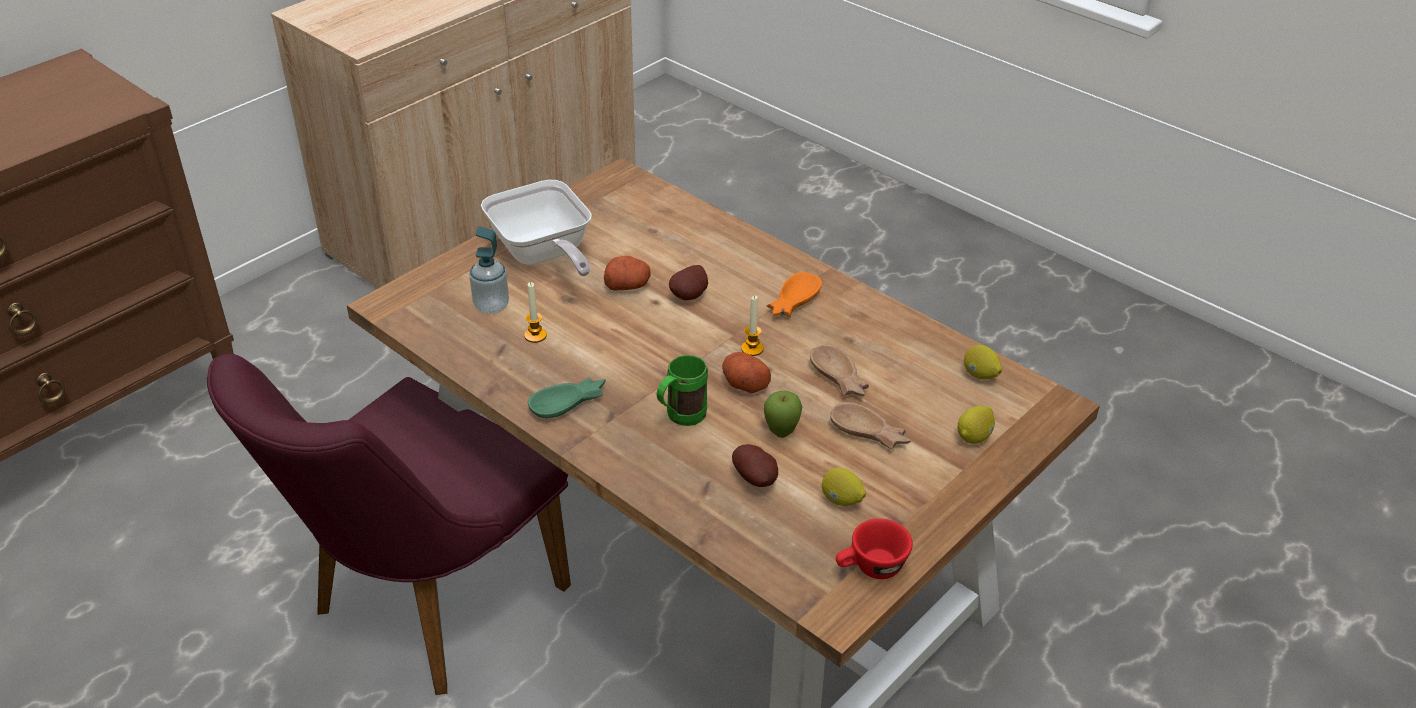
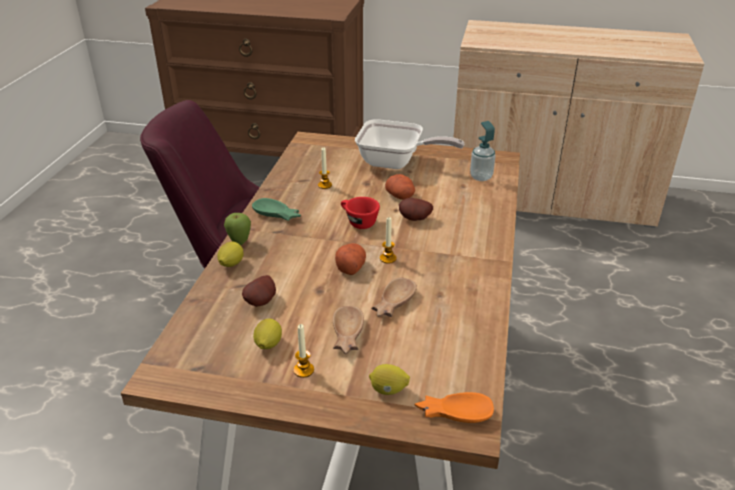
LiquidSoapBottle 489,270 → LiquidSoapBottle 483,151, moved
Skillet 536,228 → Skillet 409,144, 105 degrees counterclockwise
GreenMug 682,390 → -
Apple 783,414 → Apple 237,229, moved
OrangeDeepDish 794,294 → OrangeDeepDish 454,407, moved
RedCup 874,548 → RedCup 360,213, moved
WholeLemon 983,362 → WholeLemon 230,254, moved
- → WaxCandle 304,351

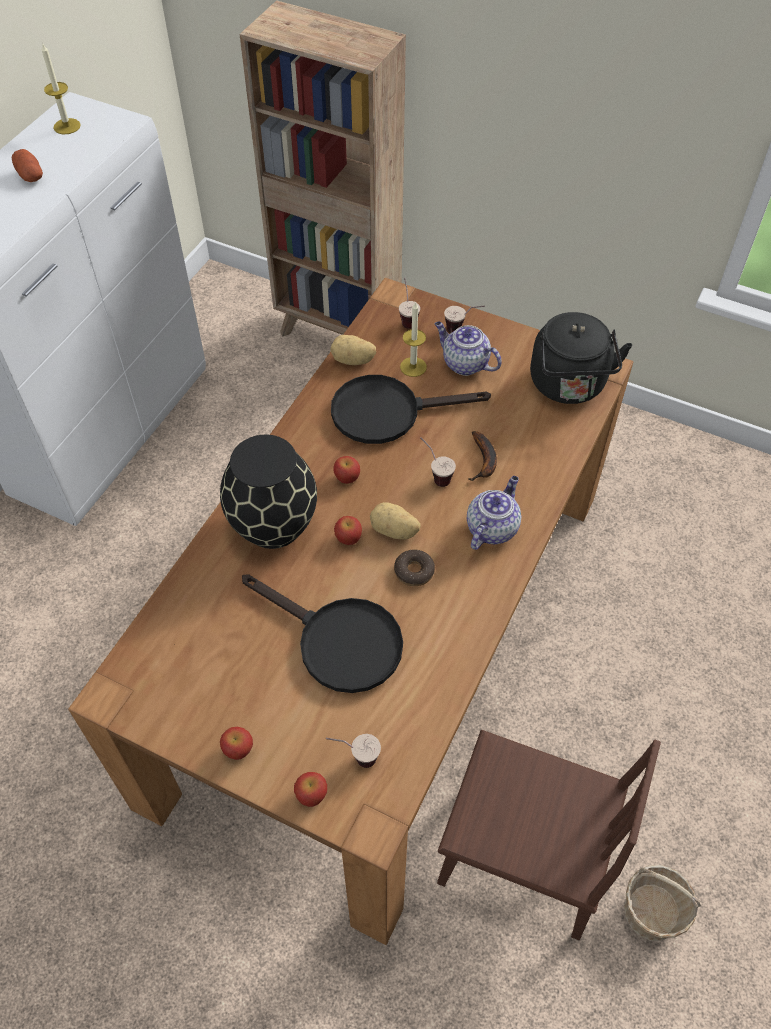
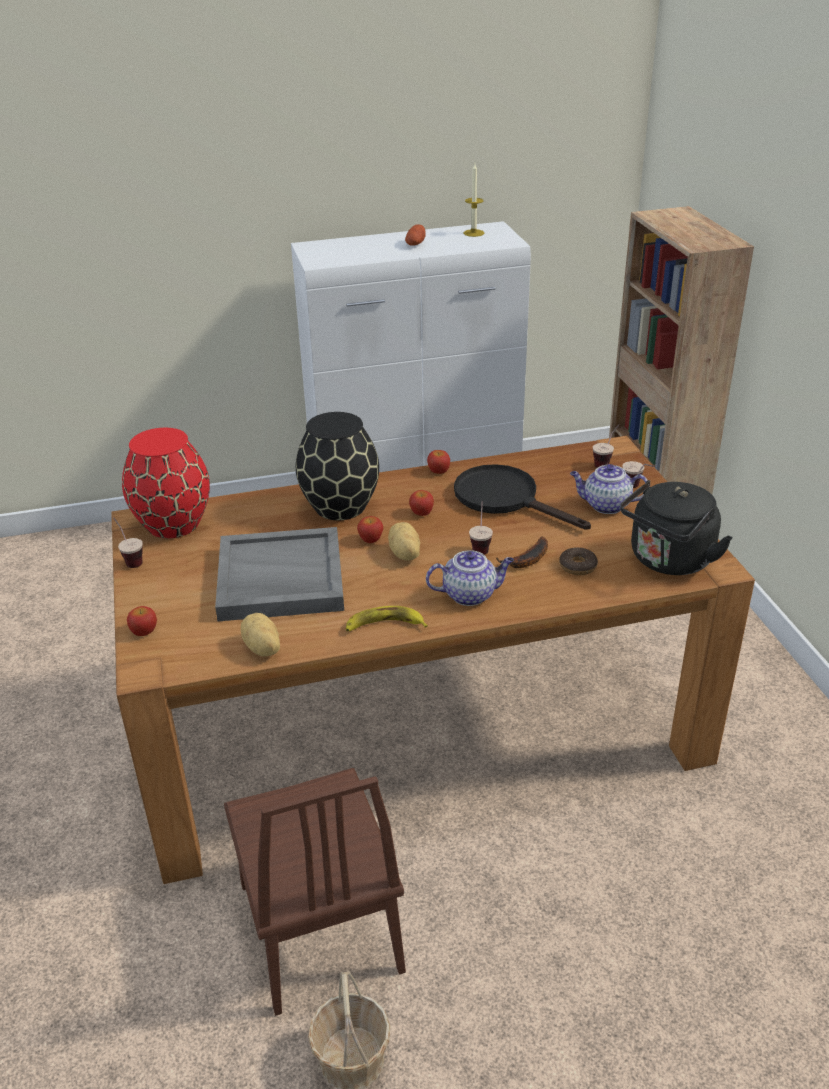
Apple 236,743 → Apple 438,462, moved
BlackSkillet 322,633 → GreyishCarryingTray 279,574
Cup 353,751 → Cup 128,543, moved
Spud 353,350 → Spud 260,635, moved
RingDoughnut 414,568 → RingDoughnut 578,561, moved
WaxCandle 413,339 → -
PotForTea 468,349 → PotForTea 610,489, 75 degrees counterclockwise
- → RedDecorativeVase 166,483
- → Banana 387,618

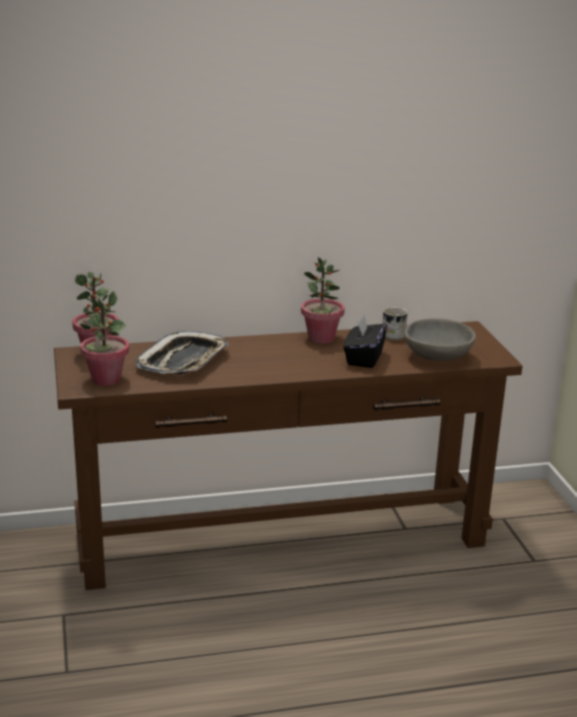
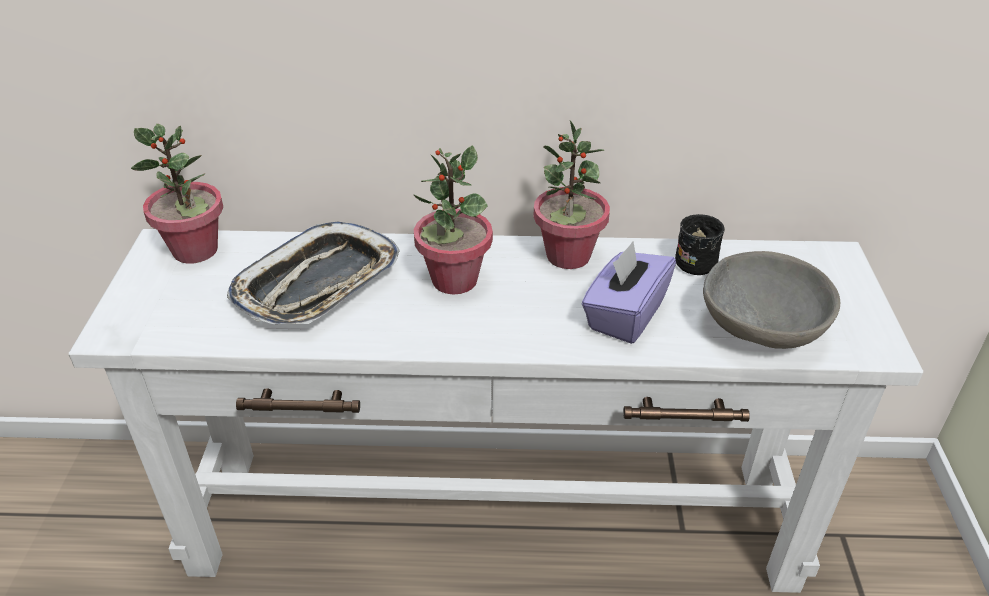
BrownColouredNarrowTable 288,455 → WhiteColouredNarrowTable 496,411
PottedPlant 104,338 → PottedPlant 453,220, moved
BlackBoxOfTissues 365,341 → PurpleColouredBoxOfTissues 629,292
WhiteColouredMug 395,323 → BlackMug 700,244

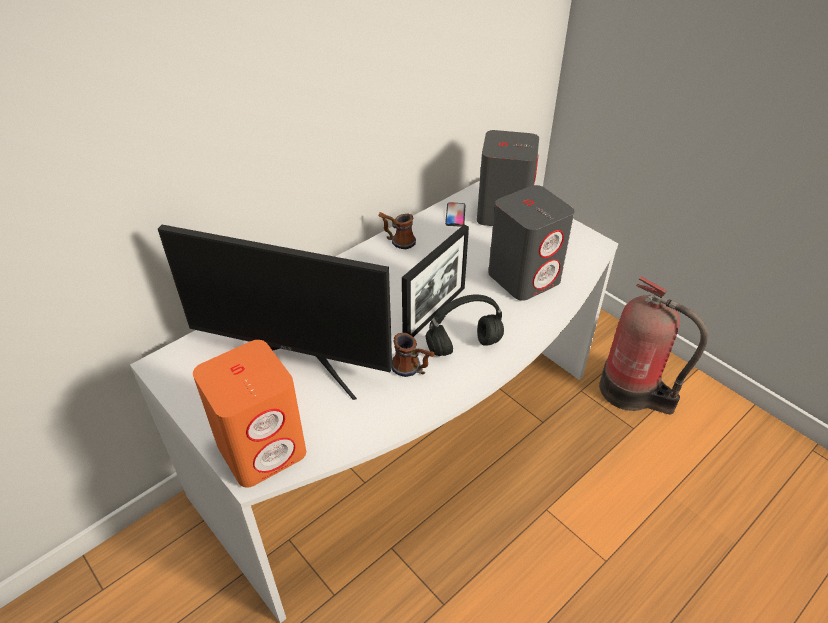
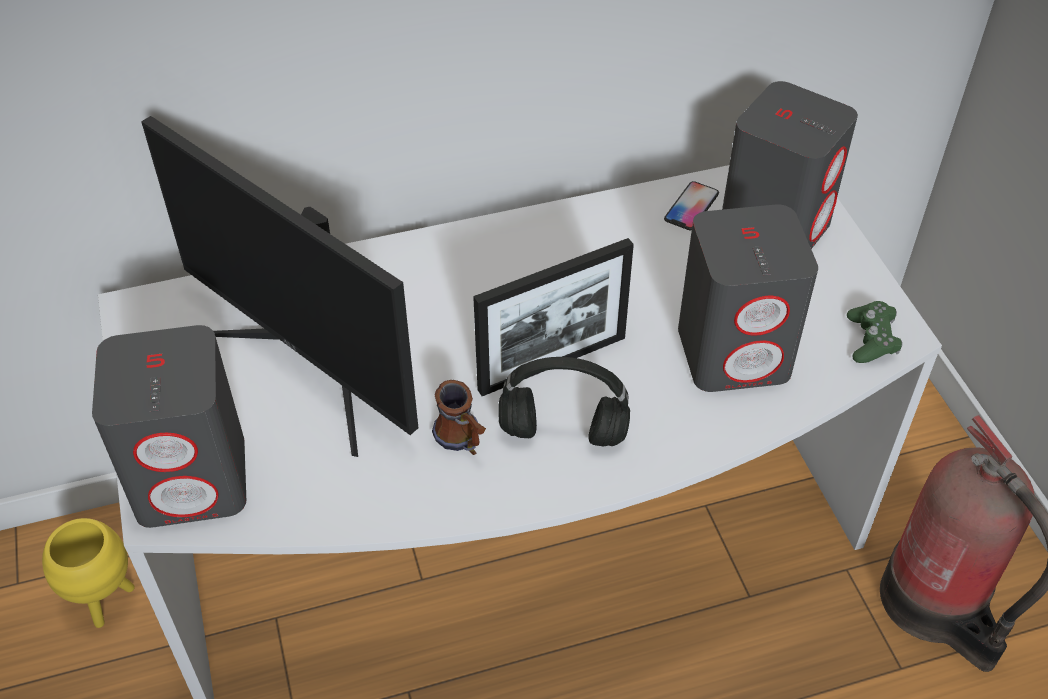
OrangeLoudspeaker 249,414 → GreyishLoudspeaker 169,426
Mug 397,230 → -
- → YellowColouredPlantPot 88,573
- → GreenGameController 874,332

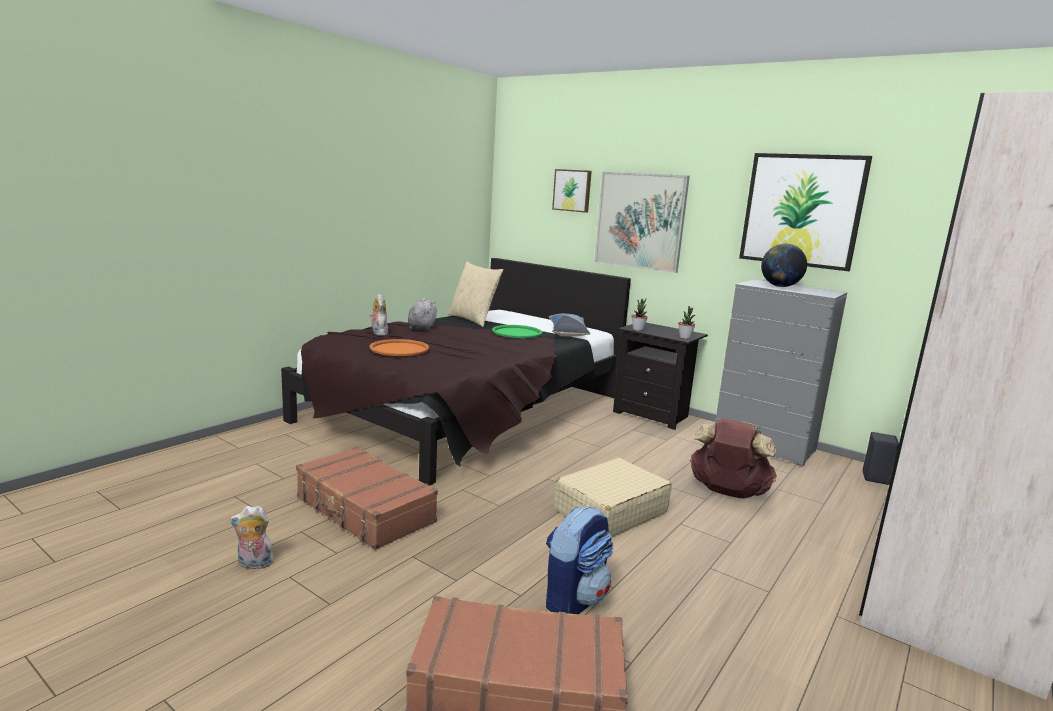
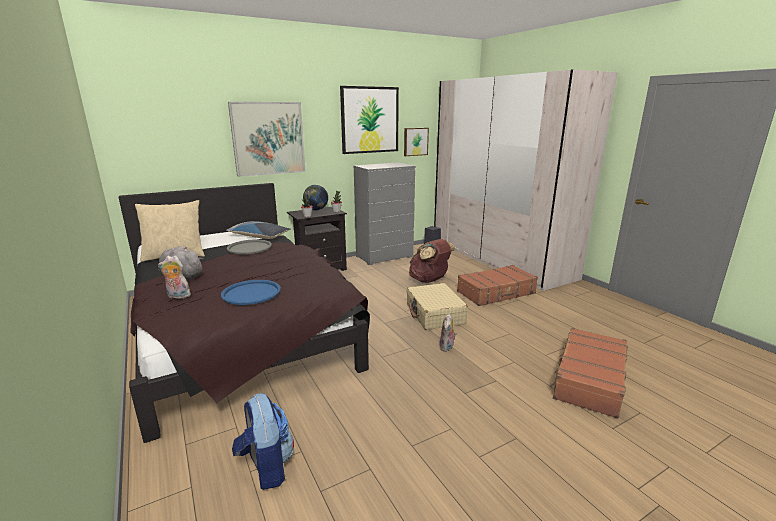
SoftToy 252,537 → SoftToy 448,333, moved
BrownColouredTravelCase 367,498 → BrownColouredTravelCase 497,285, moved
OrangeCarryingTray 399,347 → BlueCarryingTray 251,292
GreenCarryingTray 517,331 → GreyishCarryingTray 249,246
Knapsack 579,560 → Knapsack 263,441, moved
WallArt 572,191 → WallArt 416,142, moved
WorldGlobe 784,265 → WorldGlobe 315,197, moved

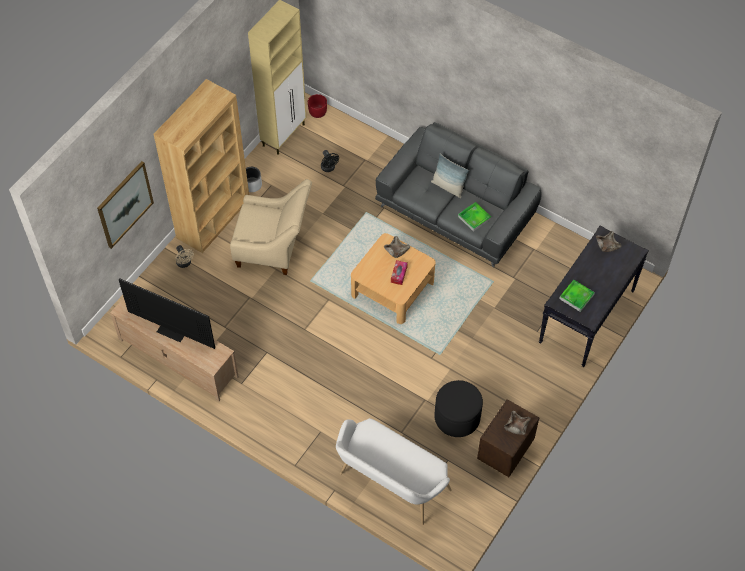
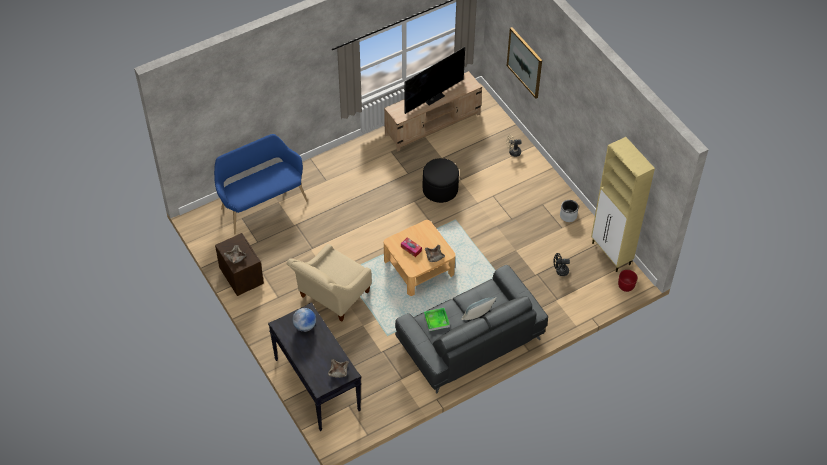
BrownColouredShelvingUnit 201,166 → -
SandColouredEasyChair 271,227 → SandColouredEasyChair 329,283, moved
WhiteColouredLongSeat 394,471 → BlueLongSeat 261,184
BlackOttoman 458,408 → BlackOttoman 441,180, moved
CarryingTray 577,296 → WorldGlobe 304,320

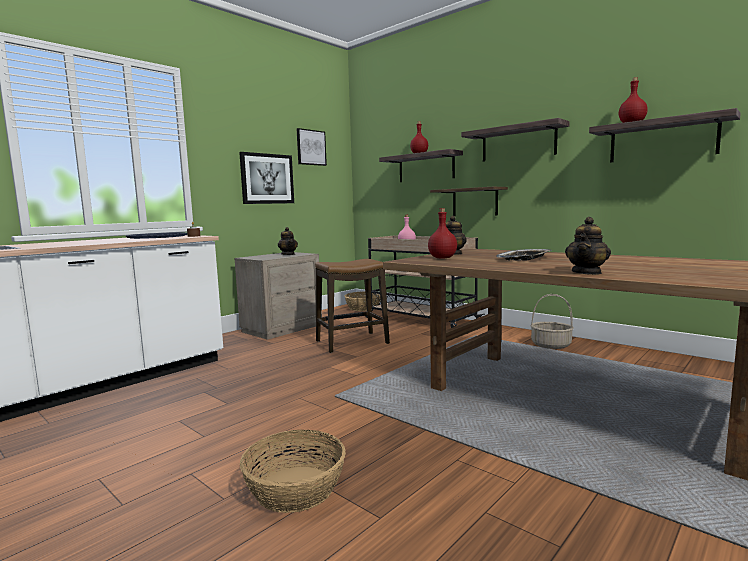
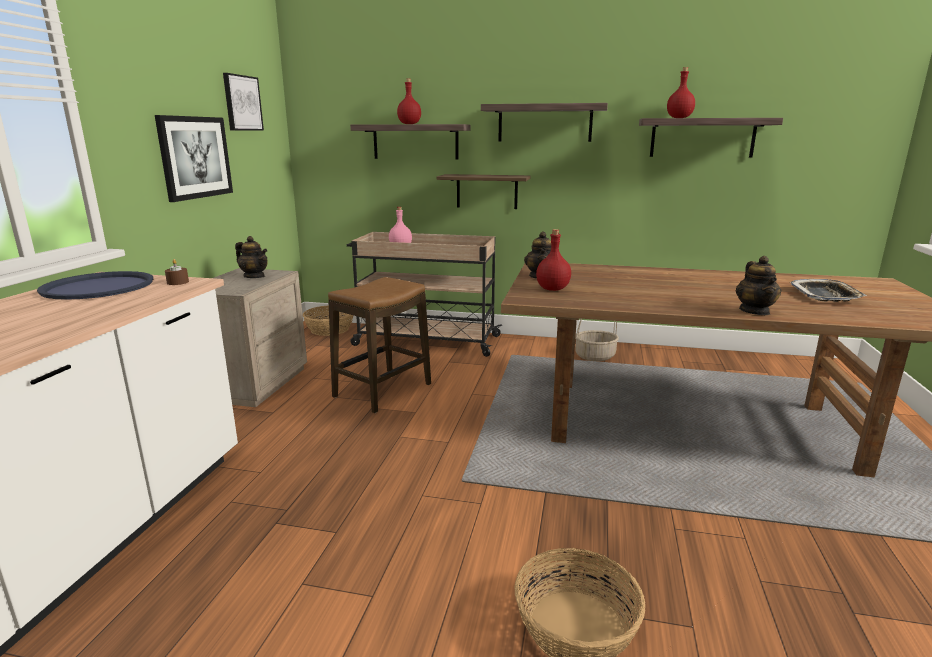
CarryingTray 524,255 → CarryingTray 828,290, moved

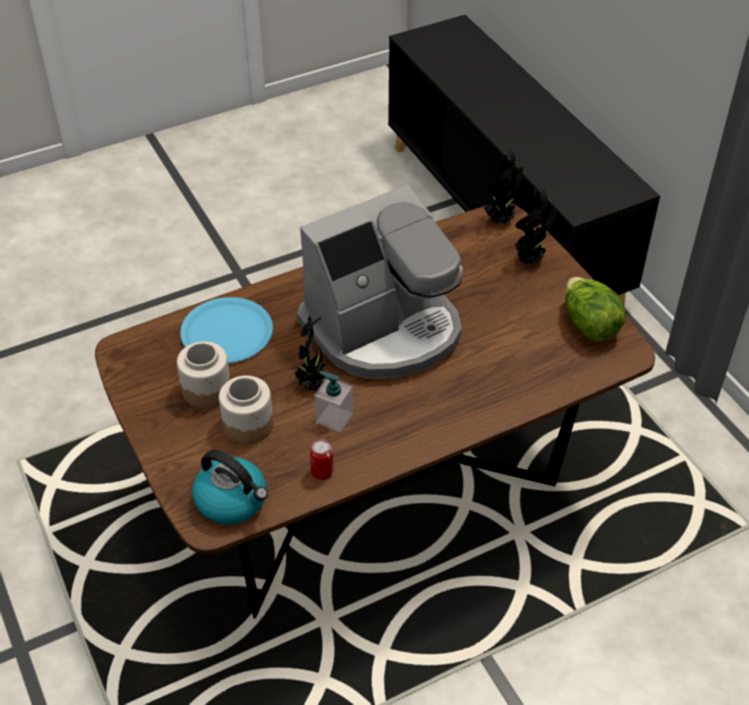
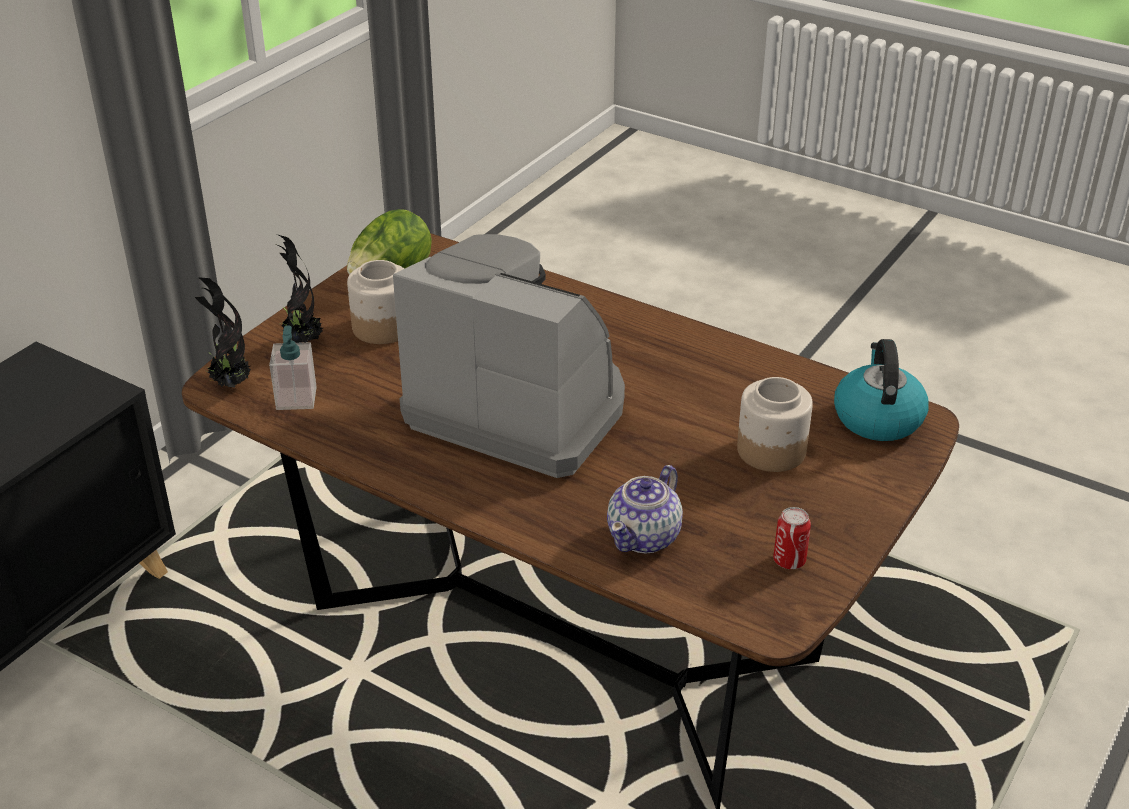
StorageJar 203,375 → StorageJar 375,302, moved
BluePlate 226,330 → PotForTea 645,509
PottedPlant 310,354 → -
Can 322,459 → Can 792,538, moved
LiquidSoapBottle 333,401 → LiquidSoapBottle 292,367, moved

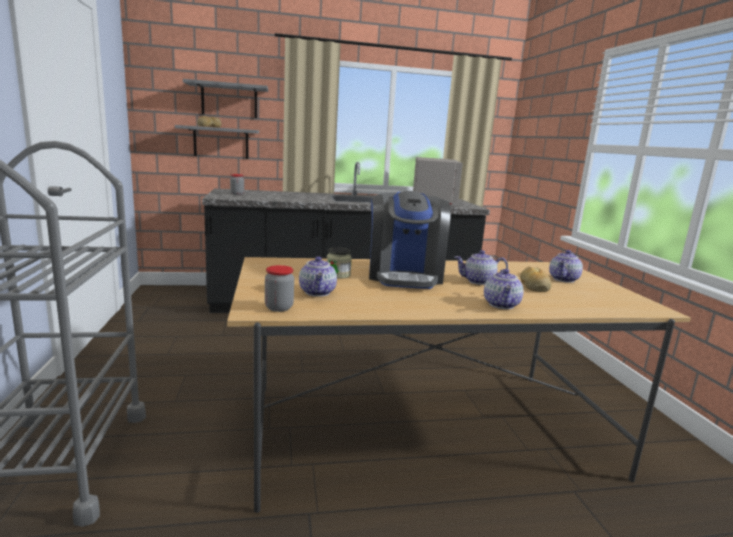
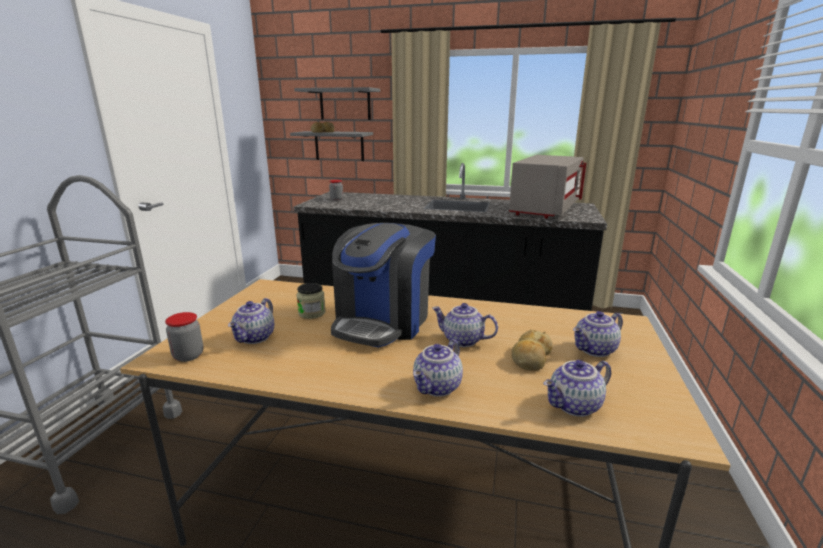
- → PotForTea 577,388

